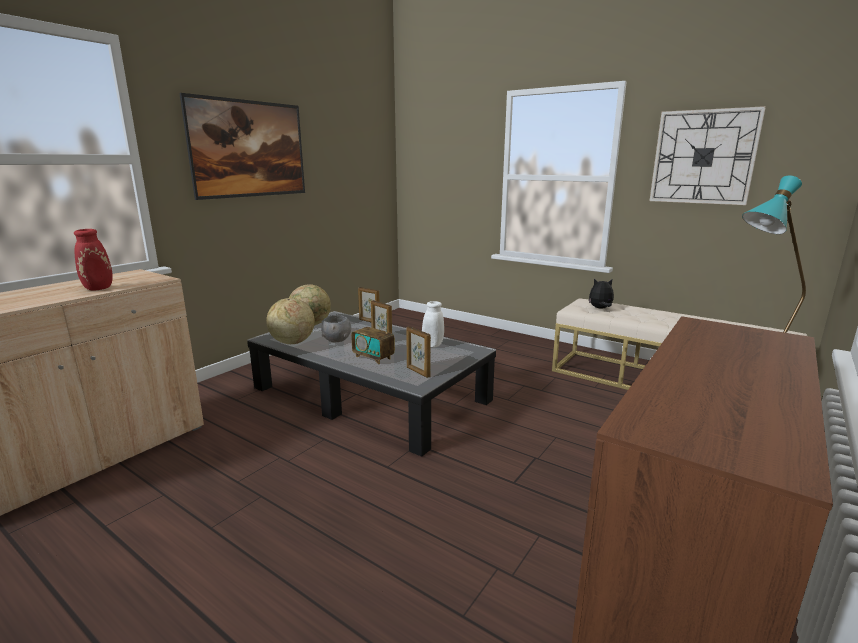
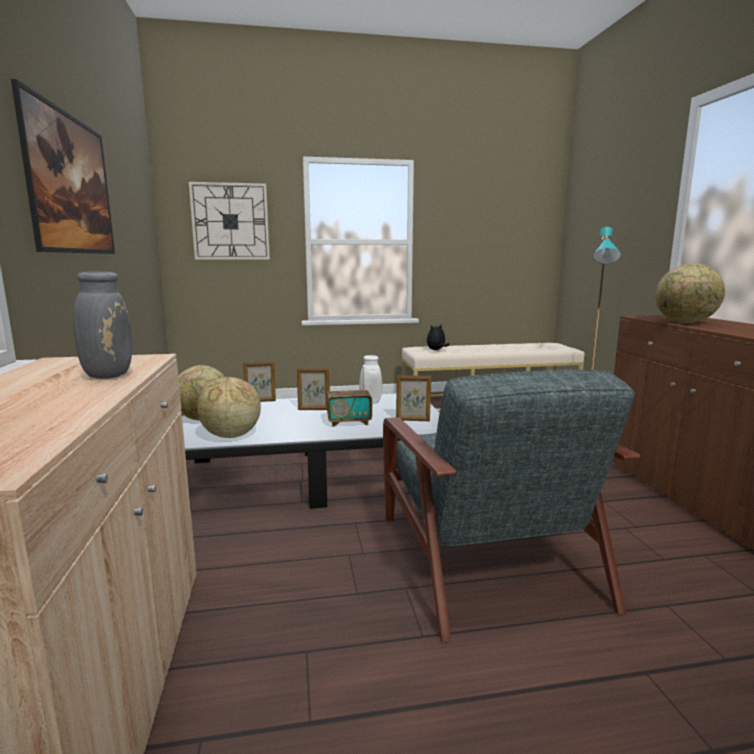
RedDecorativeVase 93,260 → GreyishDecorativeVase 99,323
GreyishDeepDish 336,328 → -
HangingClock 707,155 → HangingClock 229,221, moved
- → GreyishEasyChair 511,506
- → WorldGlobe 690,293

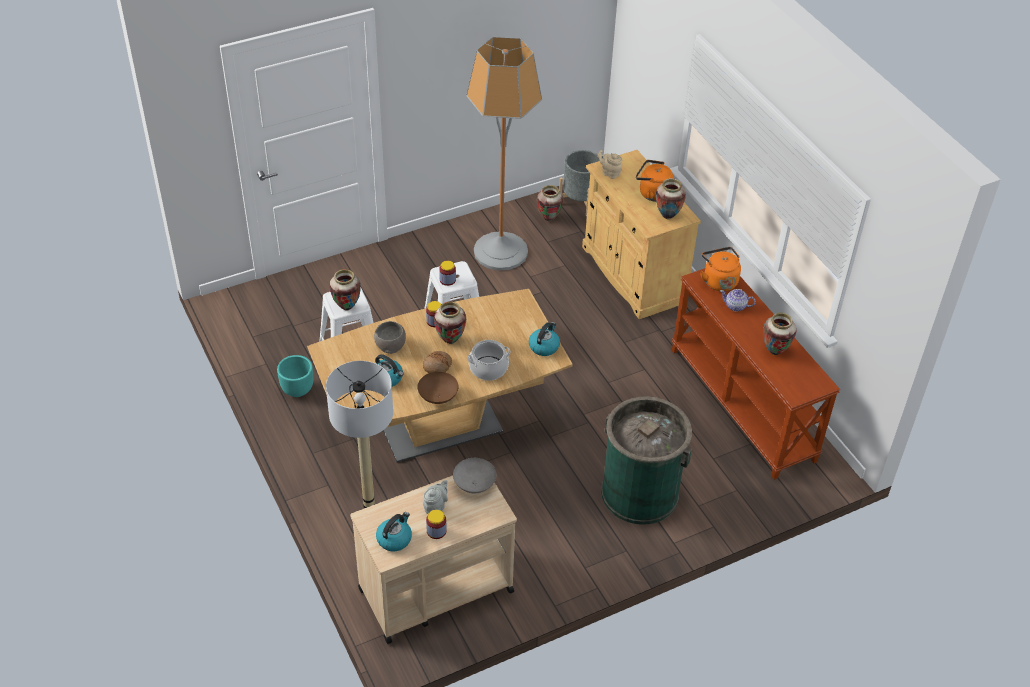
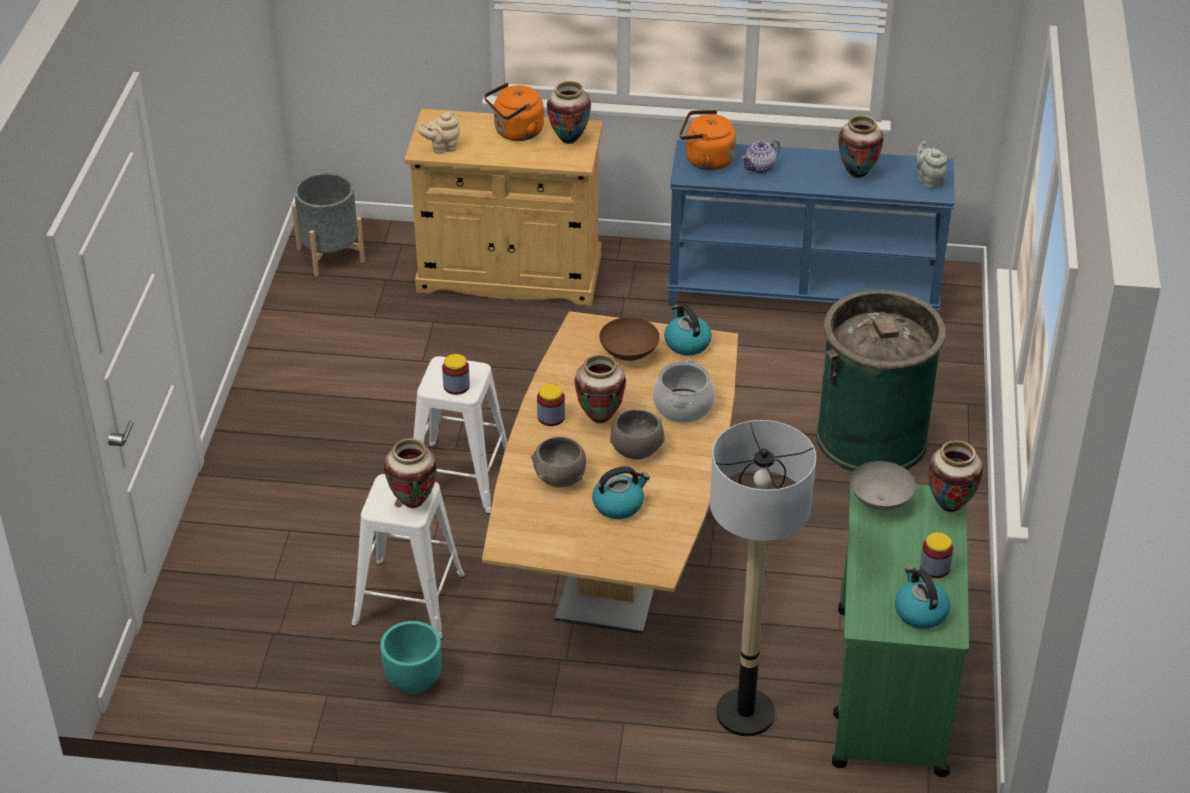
SandColouredCart 433,559 → GreenCart 900,630
BrownColouredDeepDish 437,388 → BrownColouredDeepDish 629,339, moved
BakedBread 437,362 → GreyishDeepDish 637,434
GreyishPotForTea 435,497 → GreyishPotForTea 931,165, moved
StandardLamp 504,154 → -
DecorativeVase 550,203 → DecorativeVase 955,476, moved
BrownColouredNarrowTable 756,374 → BlueNarrowTable 811,226

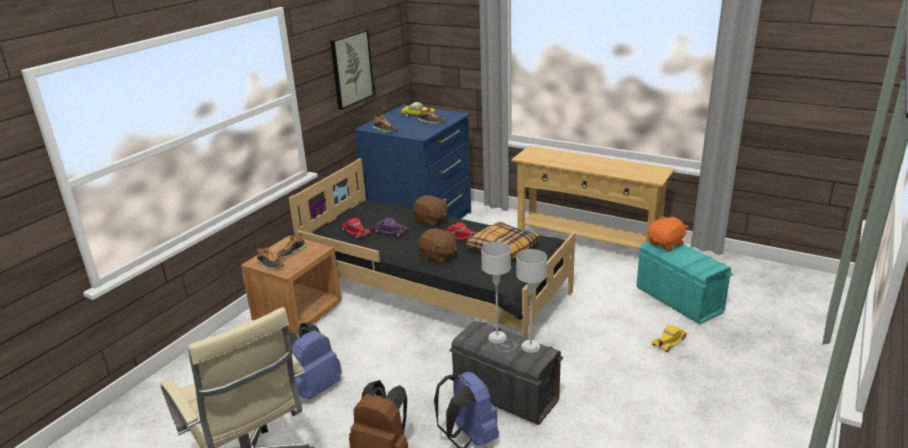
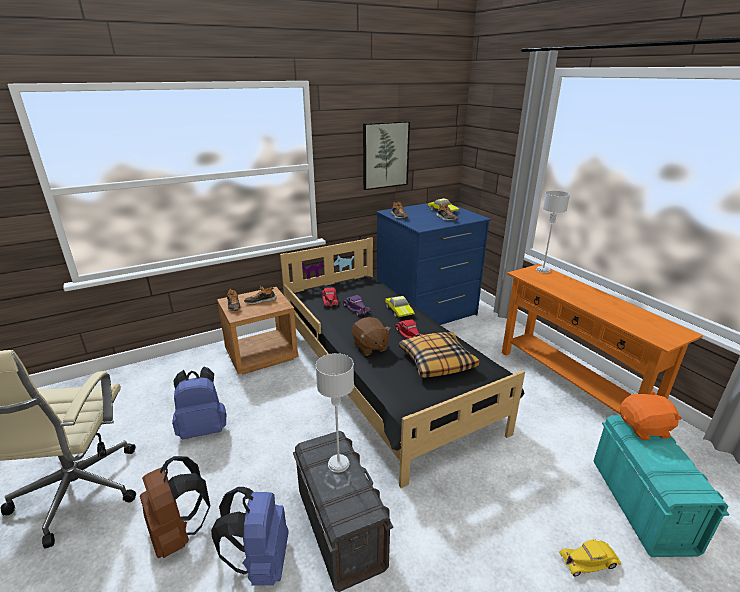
BrownColouredSoftToy 430,211 → ModelCar 400,306
SandColouredNarrowTable 593,197 → OrangeNarrowTable 602,339
GreyishTableLamp 531,301 → GreyishTableLamp 553,232, moved

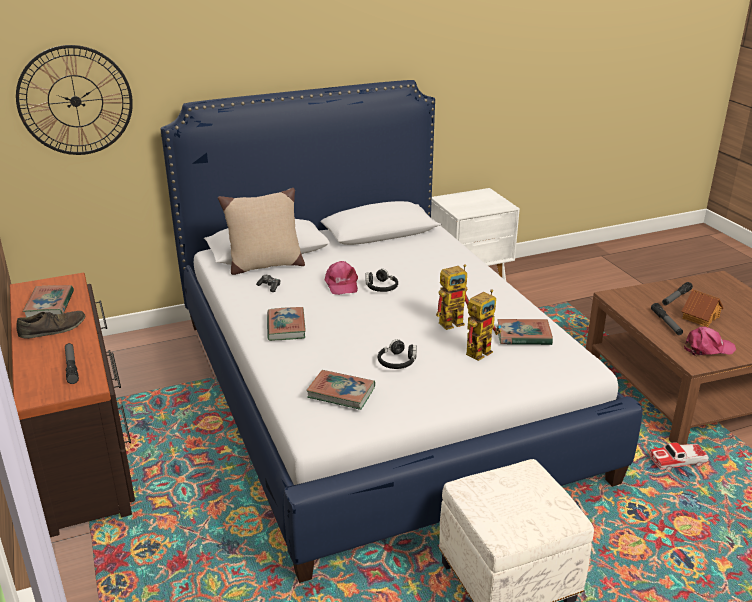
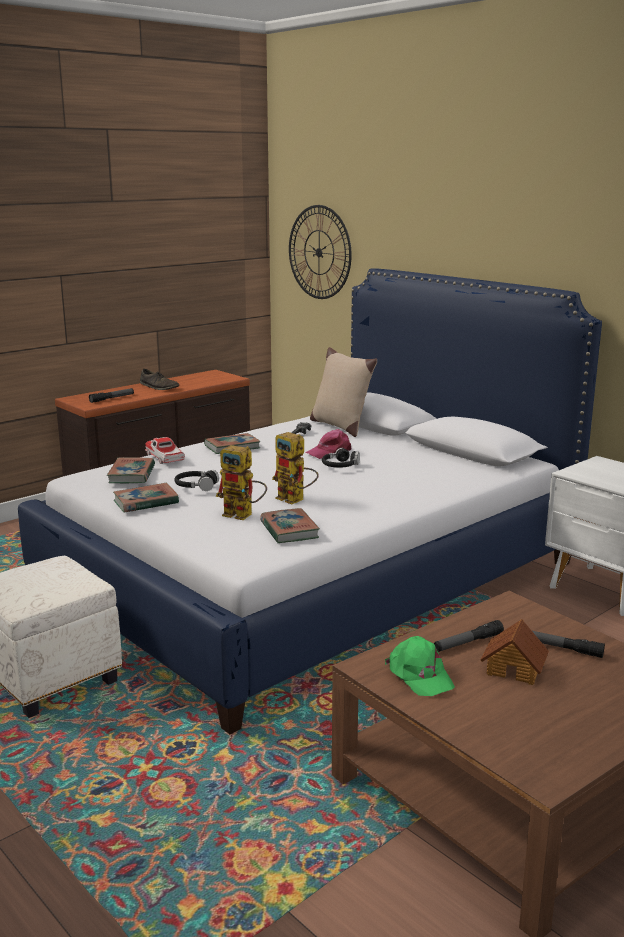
Book 48,301 → Book 146,497, moved
ModelCar 679,456 → ModelCar 165,450, moved
PinkColouredCap 710,341 → GreenCap 420,666

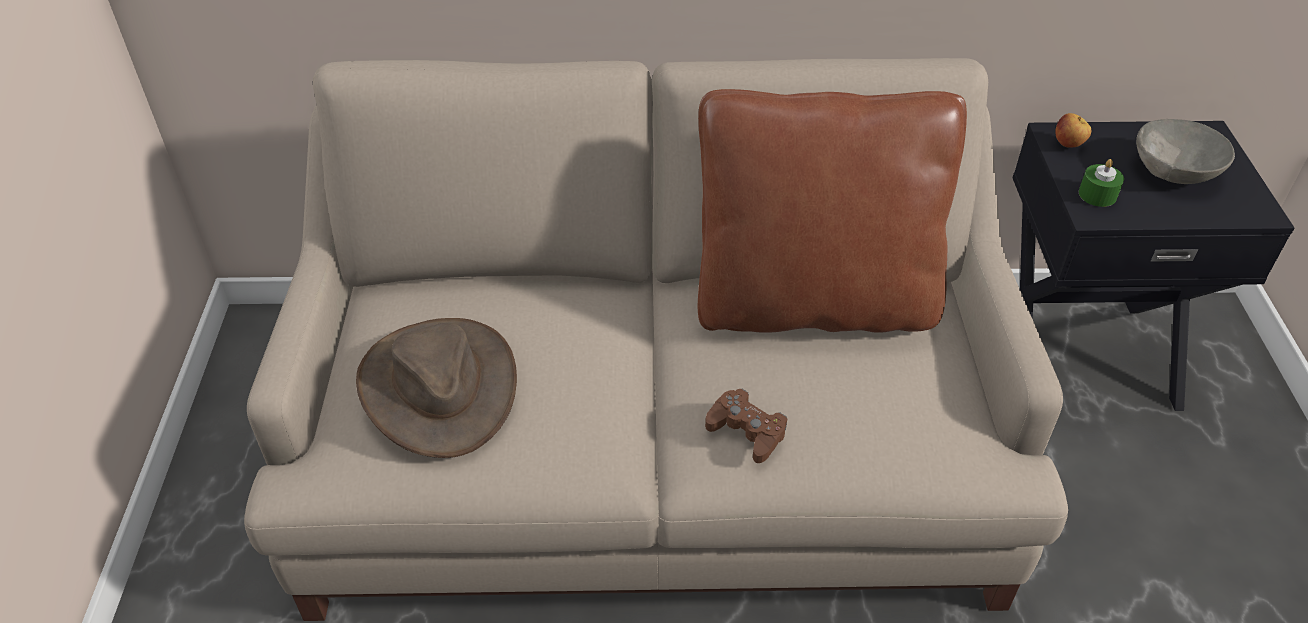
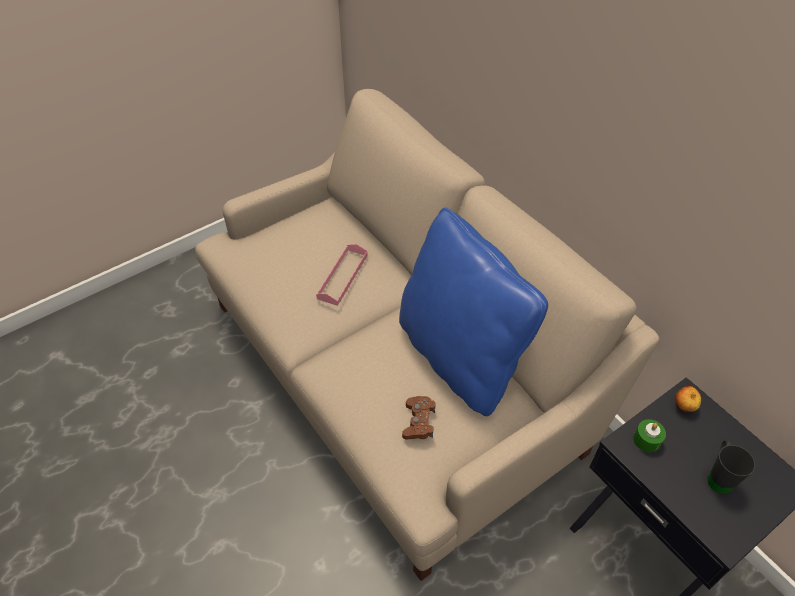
BrownColouredWearableHat 436,388 → -
BrownColouredCushion 832,211 → BlueCushion 473,312
BrownColouredGameController 746,426 → BrownColouredGameController 419,418, moved
GreyishDeepDish 1185,151 → BlackMug 731,467
- → PinkColouredCarryingTray 342,275

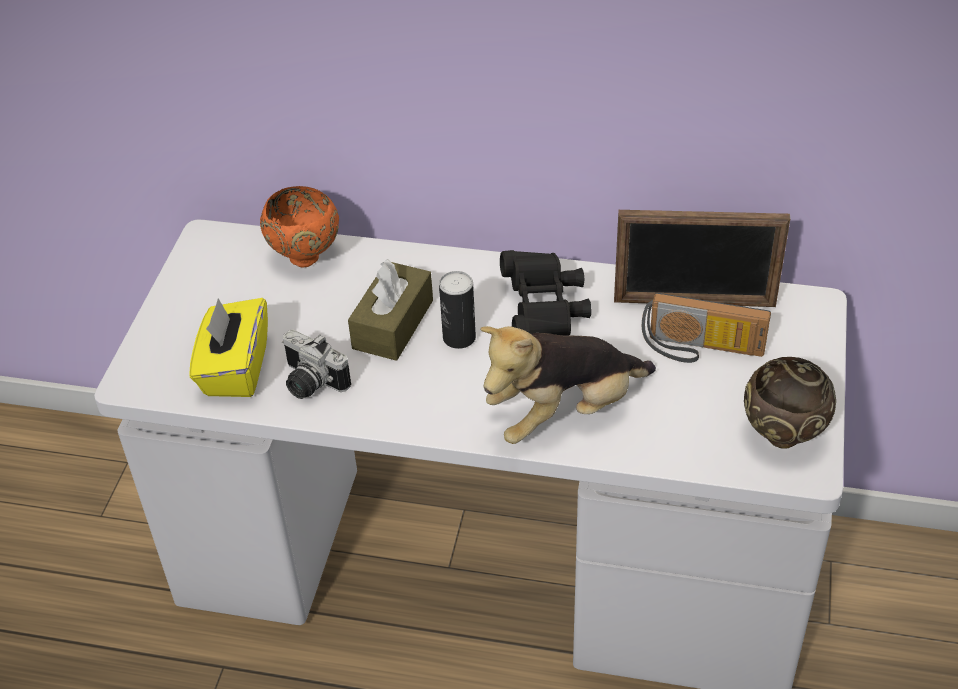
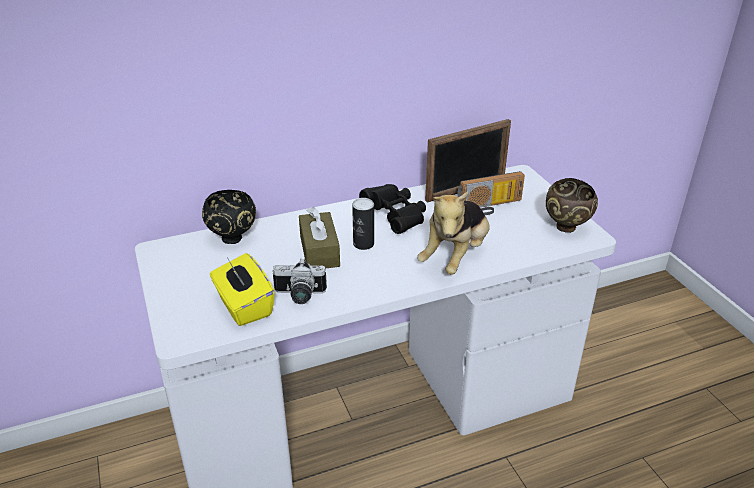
OrangeDeepDish 299,227 → BlackDeepDish 229,217

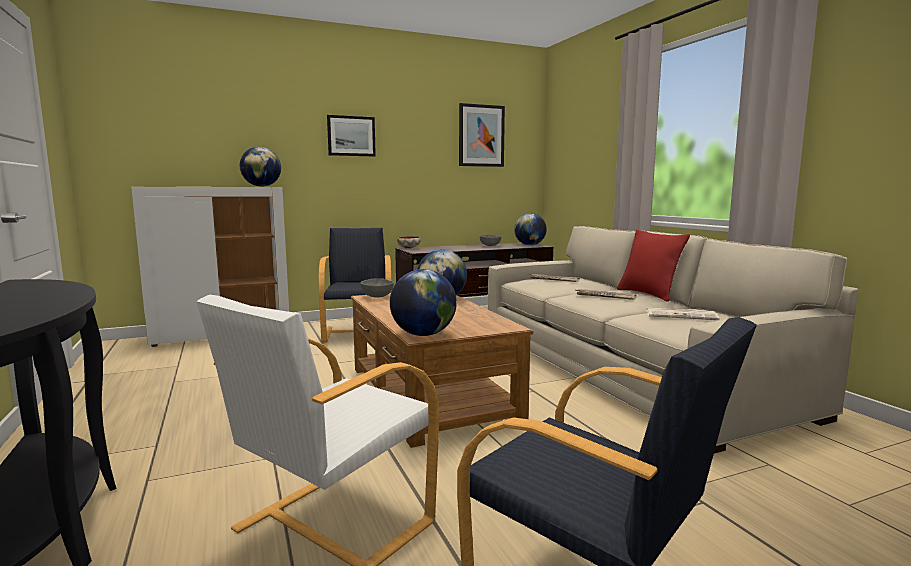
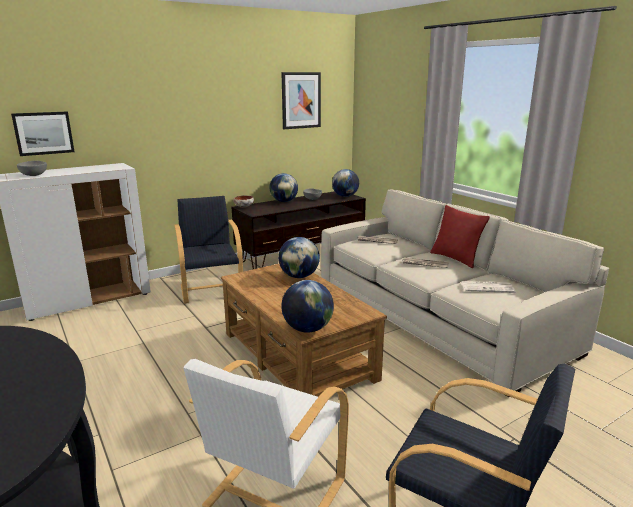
WorldGlobe 260,167 → WorldGlobe 283,187, moved
WallArt 351,135 → WallArt 43,134, moved
GreyishDeepDish 377,288 → GreyishDeepDish 32,168, moved

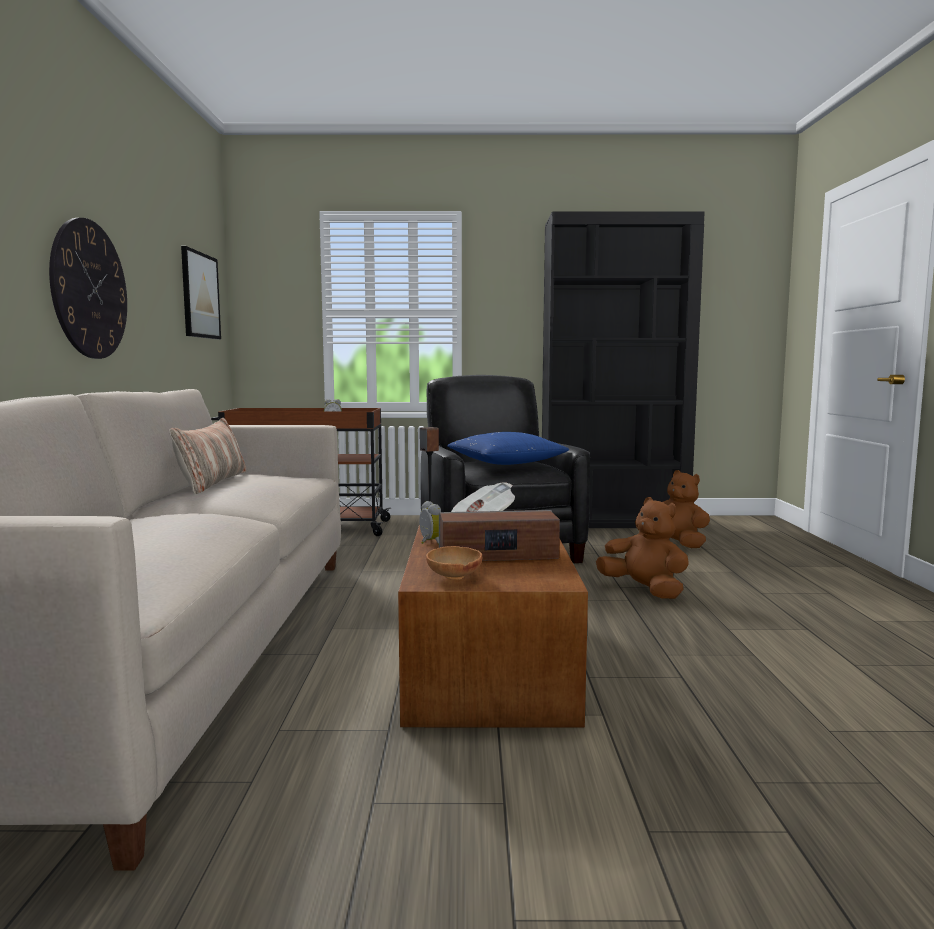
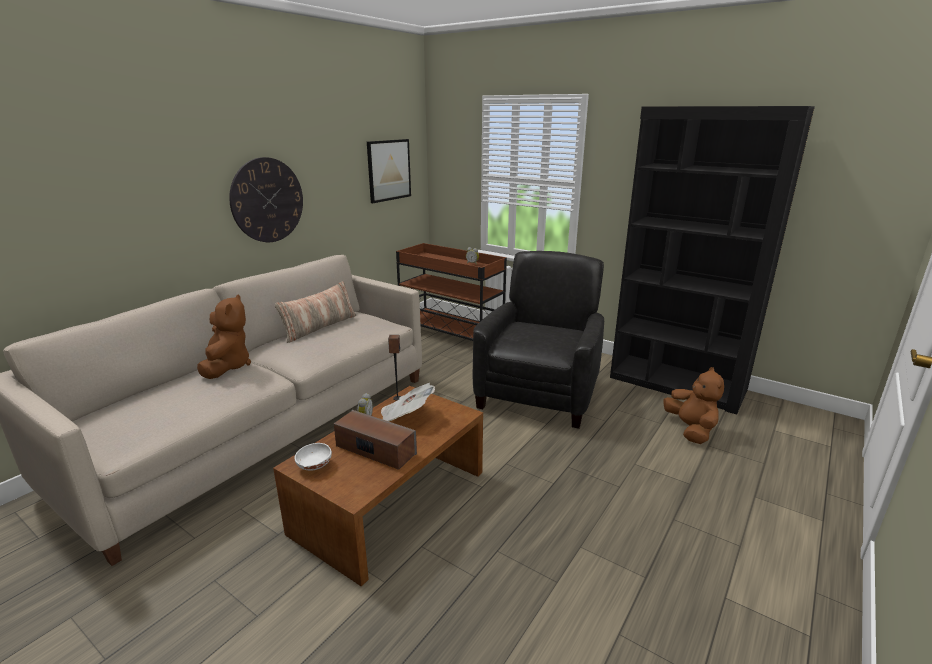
BrownColouredDeepDish 454,563 → WhiteColouredDeepDish 313,457
BlueCushion 508,448 → -
BrownColouredSoftToy 642,548 → BrownColouredSoftToy 224,336, moved

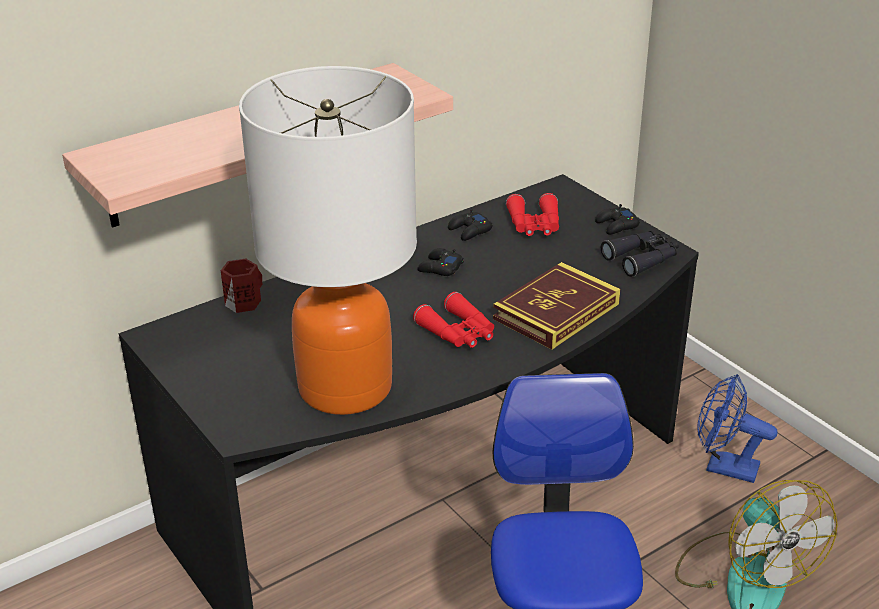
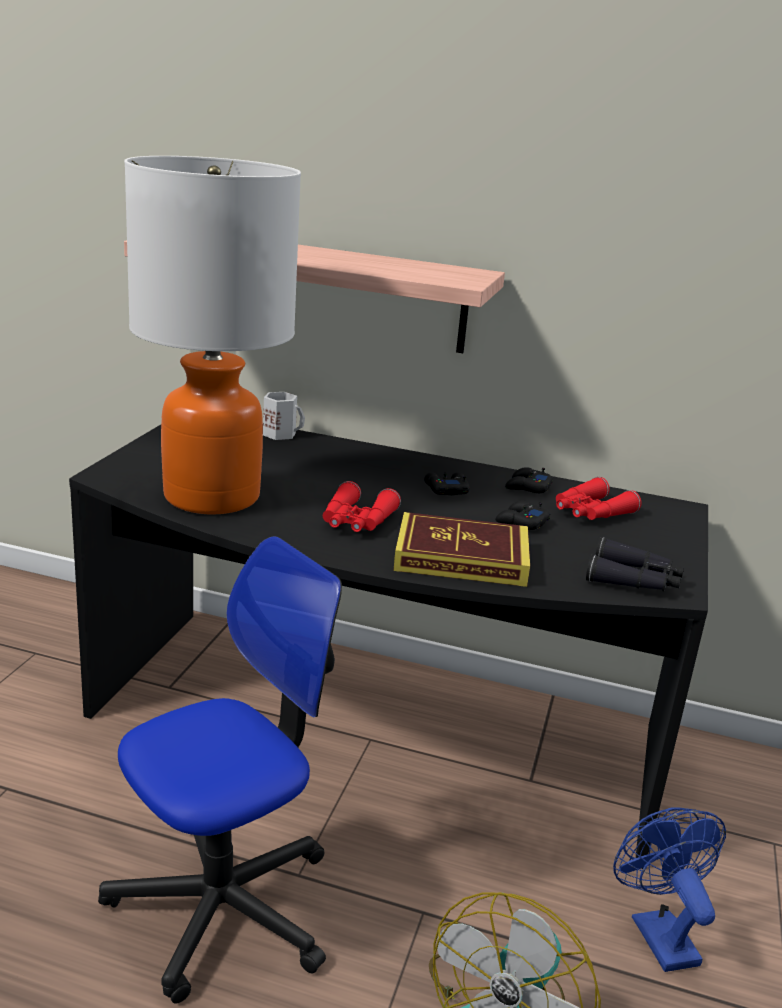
RedMug 241,286 → WhiteColouredMug 284,416
BlackGameController 617,219 → BlackGameController 523,515, moved

